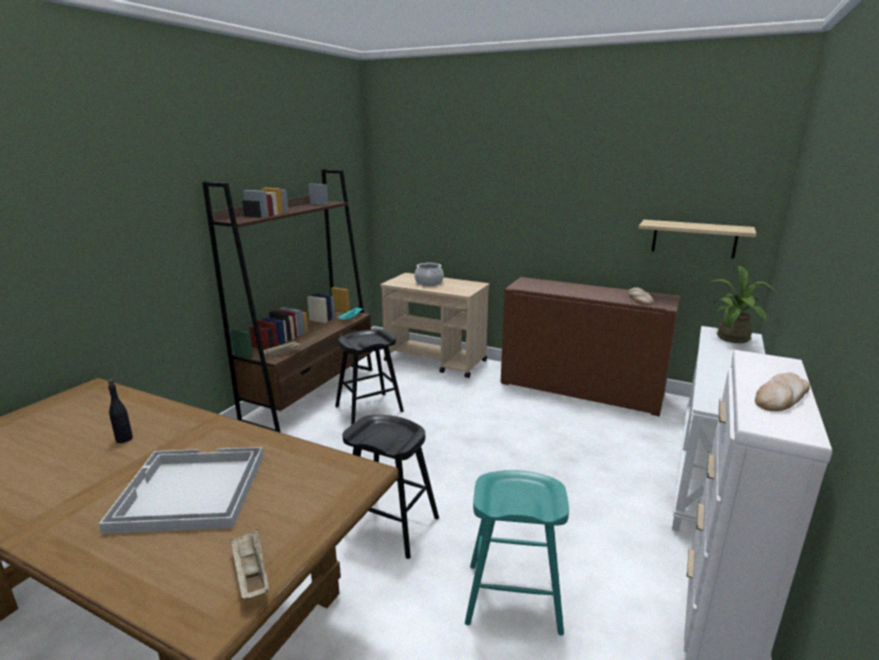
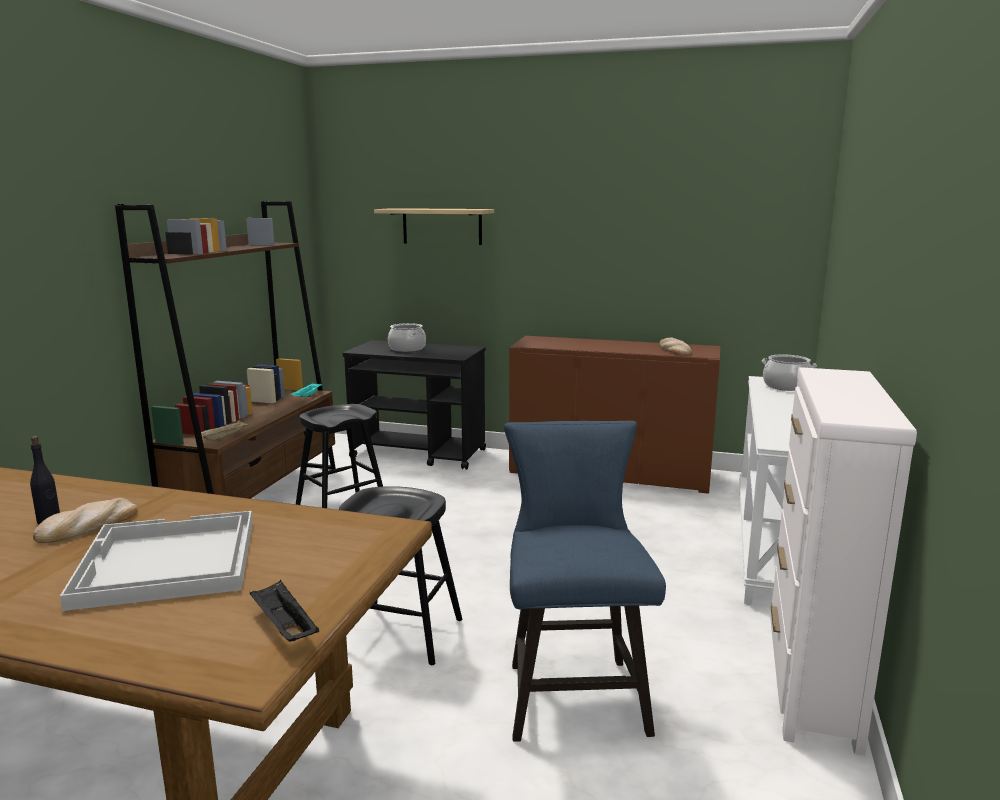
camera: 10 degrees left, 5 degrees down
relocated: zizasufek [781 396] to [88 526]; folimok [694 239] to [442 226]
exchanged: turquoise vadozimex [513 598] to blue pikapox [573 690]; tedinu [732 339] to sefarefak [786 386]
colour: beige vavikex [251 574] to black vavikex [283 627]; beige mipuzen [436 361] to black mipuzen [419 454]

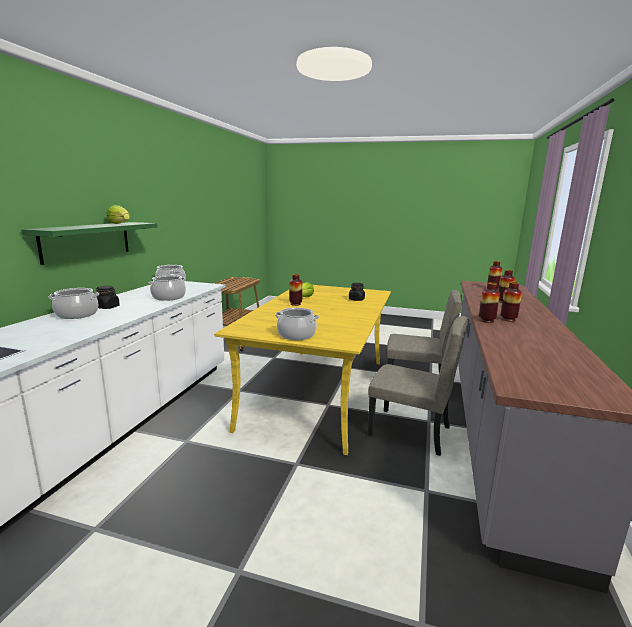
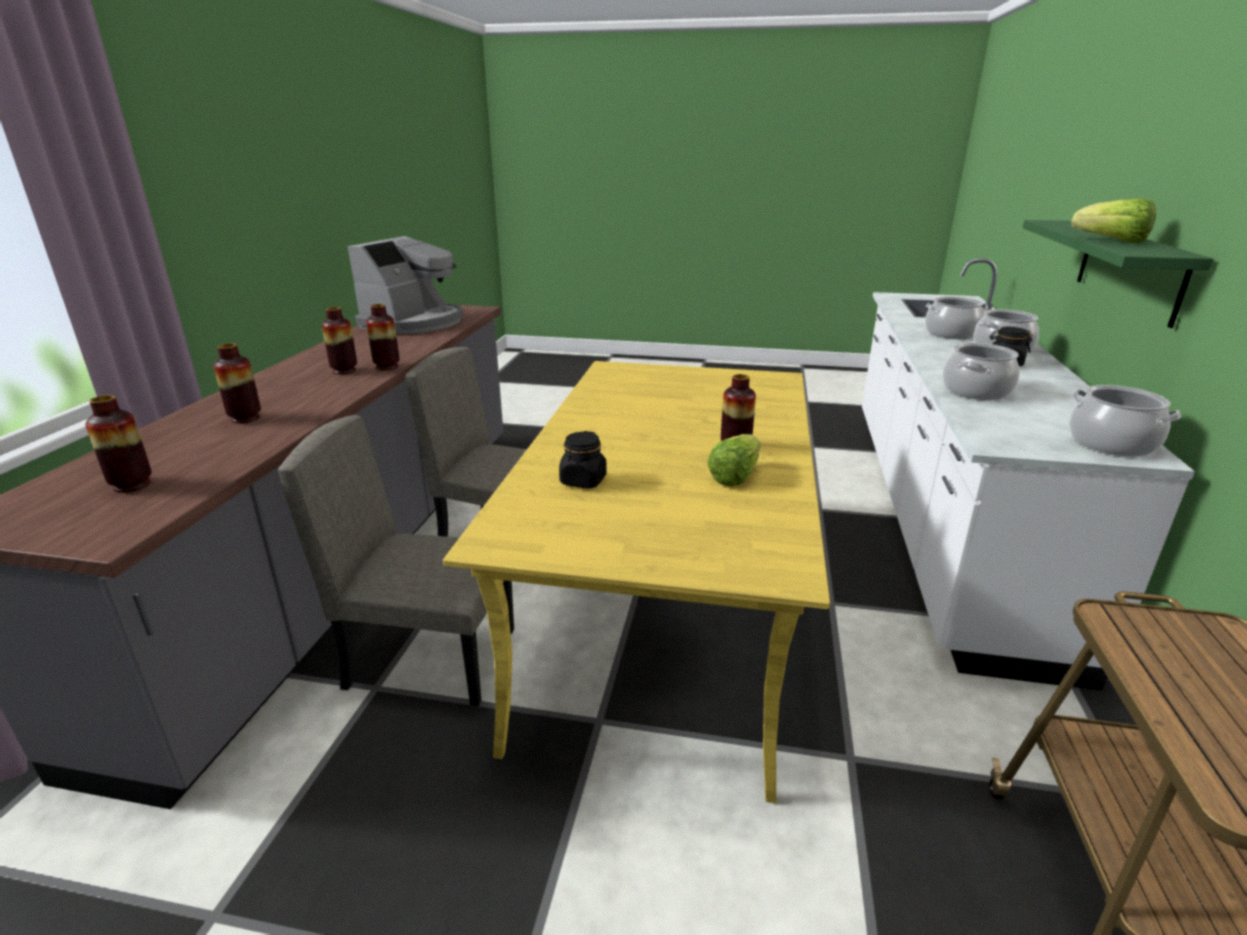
camera: 175 degrees right, 10 degrees up
appeared: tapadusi [414 323]
relocated: sefarefak [296 335] to [951 334]

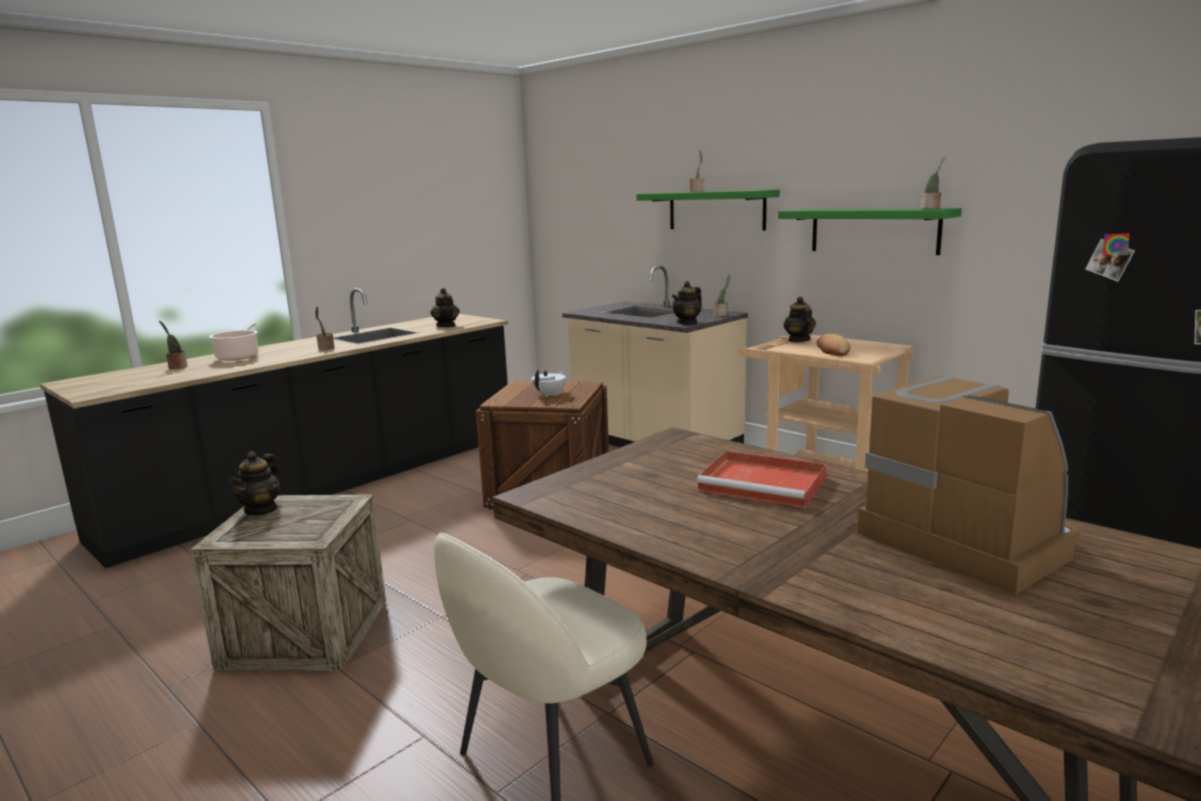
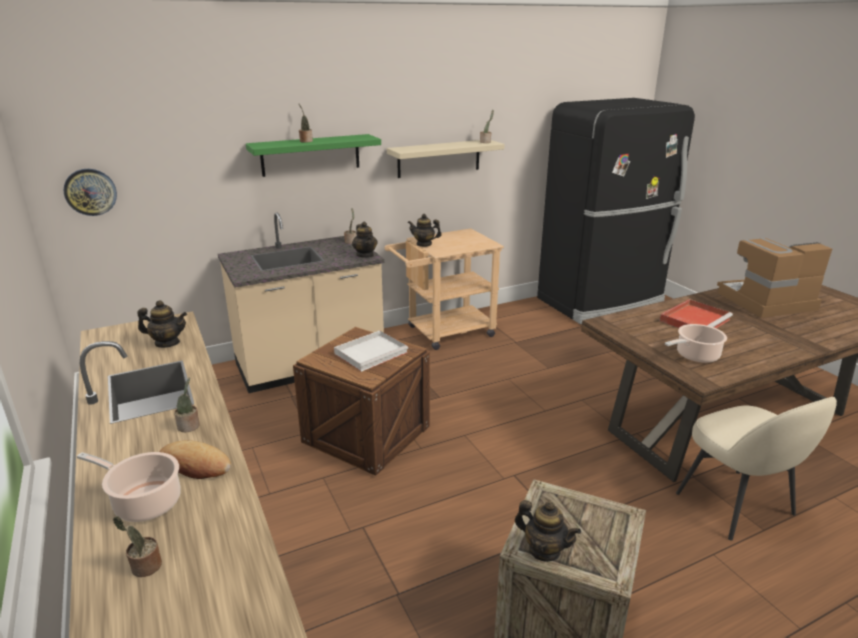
camera: 70 degrees left, 10 degrees up
appeared: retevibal [90 192]; sefarefak [695 356]
relocated: zizasufek [832 350] to [194 465]
exchanged: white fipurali [550 394] to white vavikex [372 352]
colour: green folimok [874 230] to beige folimok [439 158]

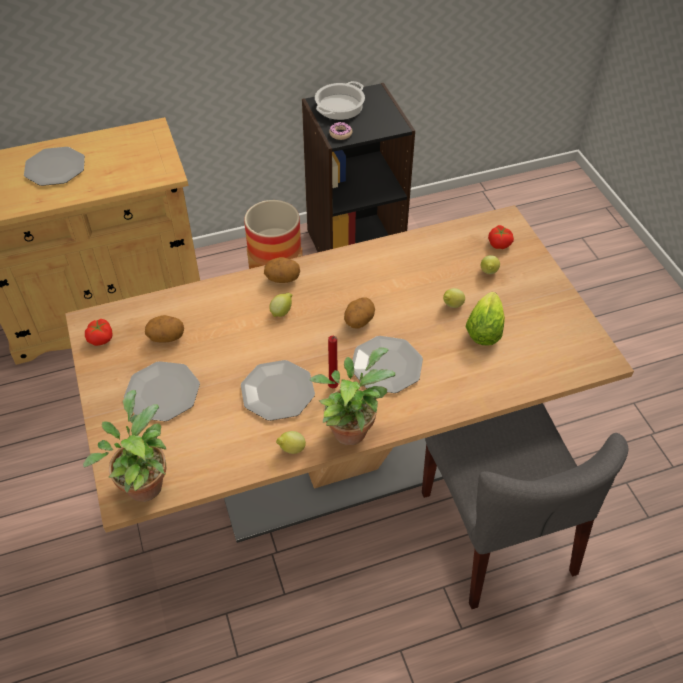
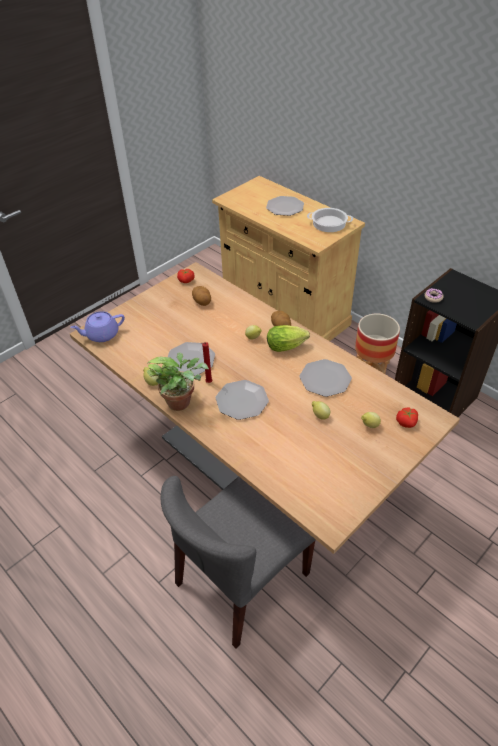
camera: 65 degrees right, 5 degrees down
missing: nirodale [359 321]
relocated: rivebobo [485 328] to [288 346]; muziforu [162 392] to [325 379]; sefarefak [340 106] to [328 224]
exchanged: tedinu [143 482] to purple fipurali [101 335]

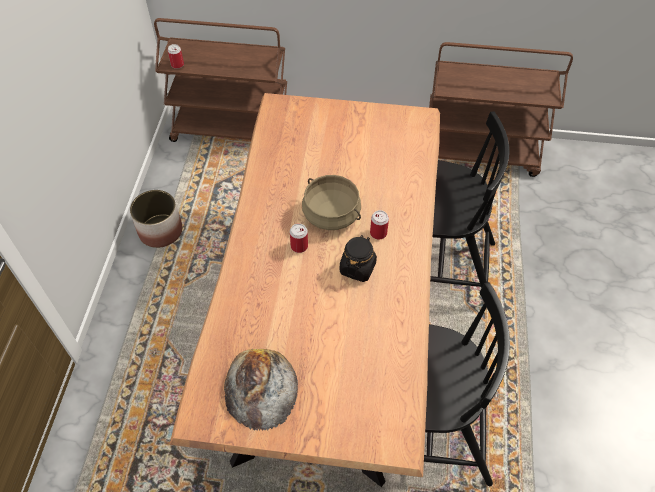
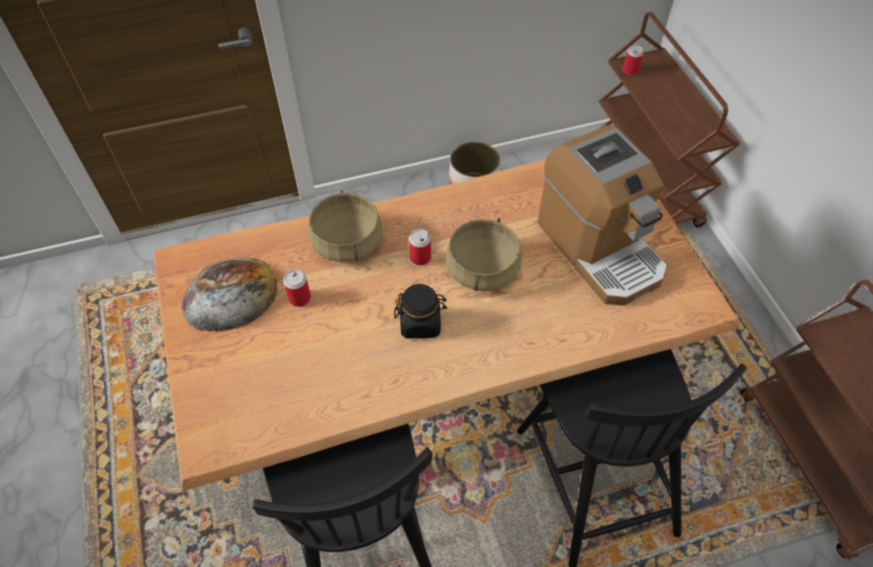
camera: 65 degrees right, 0 degrees up
appeared: beige sefarefak [348 242]; tapadusi [599 248]
relocated: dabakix [378 233] to [299 298]

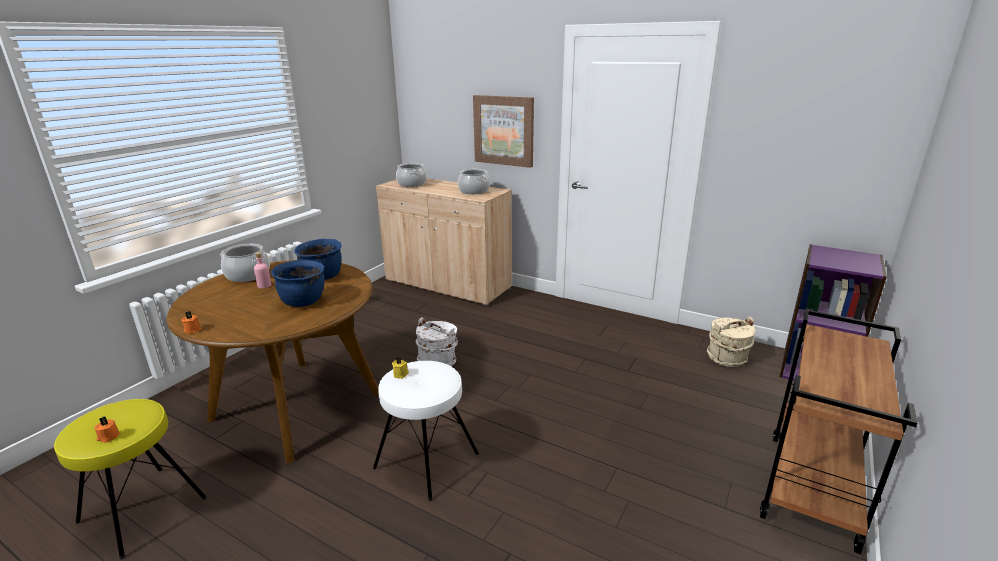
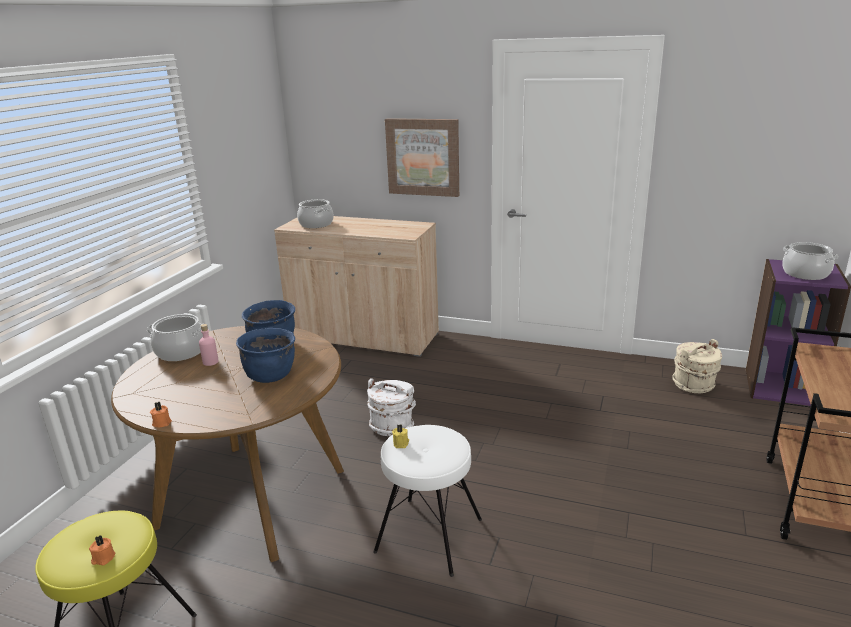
camera: 10 degrees left, 0 degrees up
relocated: sefarefak [473 191] to [805 274]

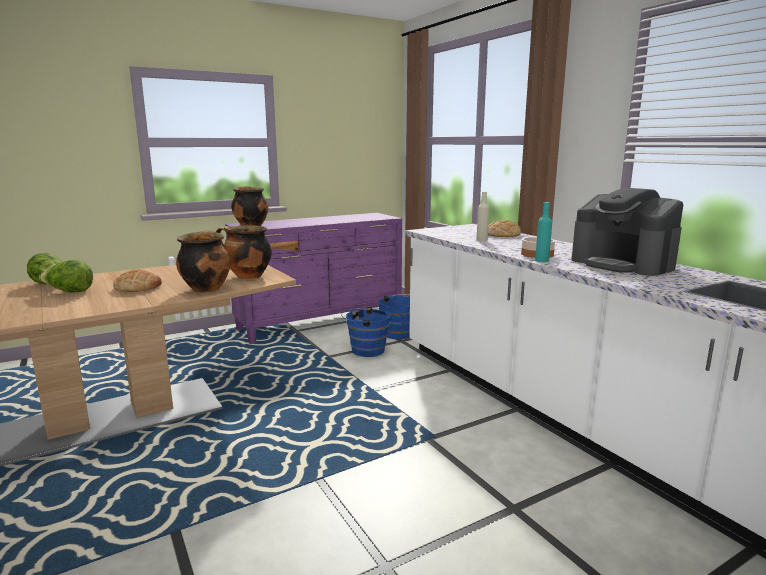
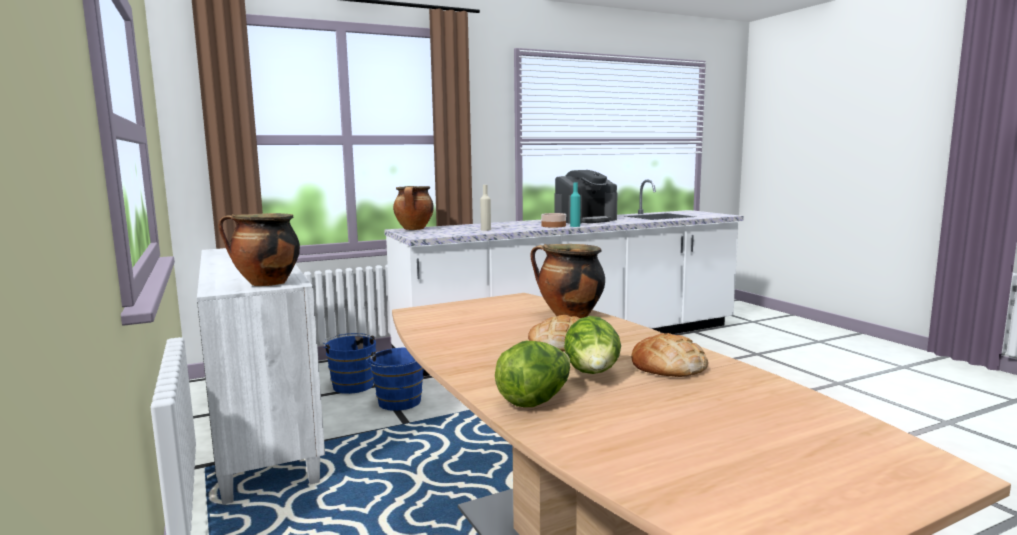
camera: 85 degrees left, 5 degrees down
relocated: sefarefak [247 277] to [414 229]; zizasufek [502 235] to [668 366]
colour: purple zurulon [321 323] to white zurulon [263 431]

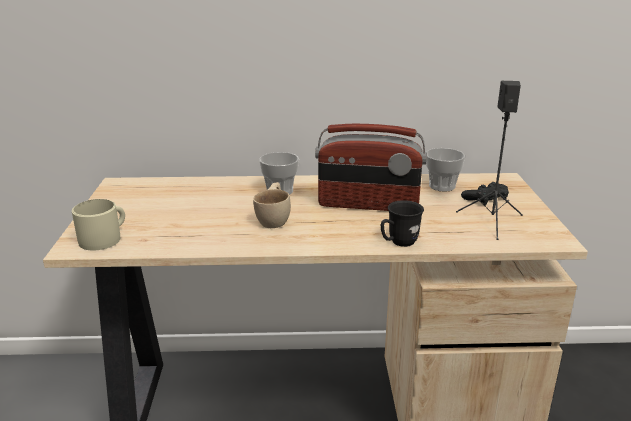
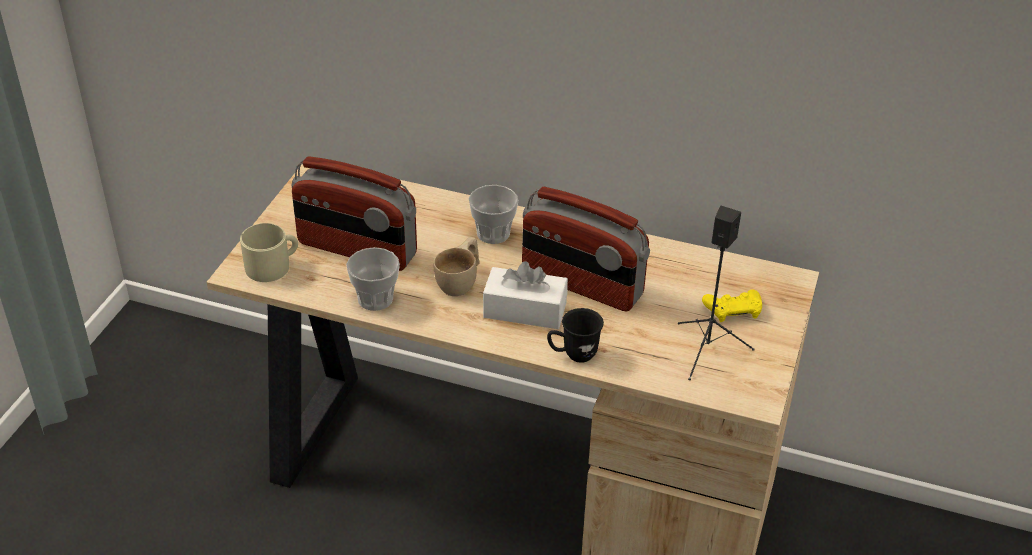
camera: 20 degrees right, 15 degrees up
appeared: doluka [356 249]; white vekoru [525 310]
relocated: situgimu [442 186] to [375 299]
colour: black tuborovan [485 198] to yellow tuborovan [733 310]

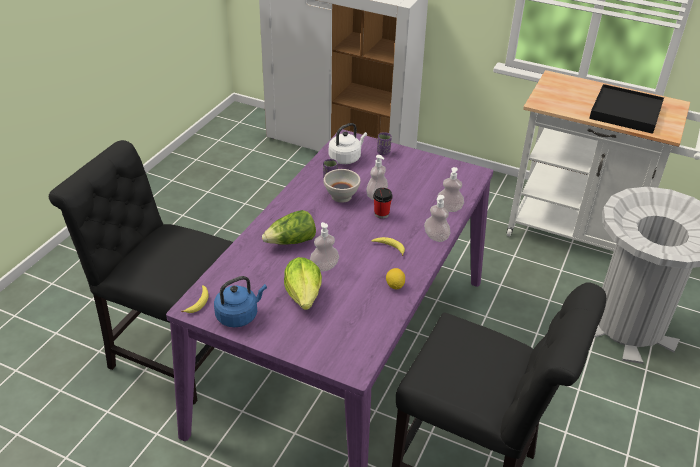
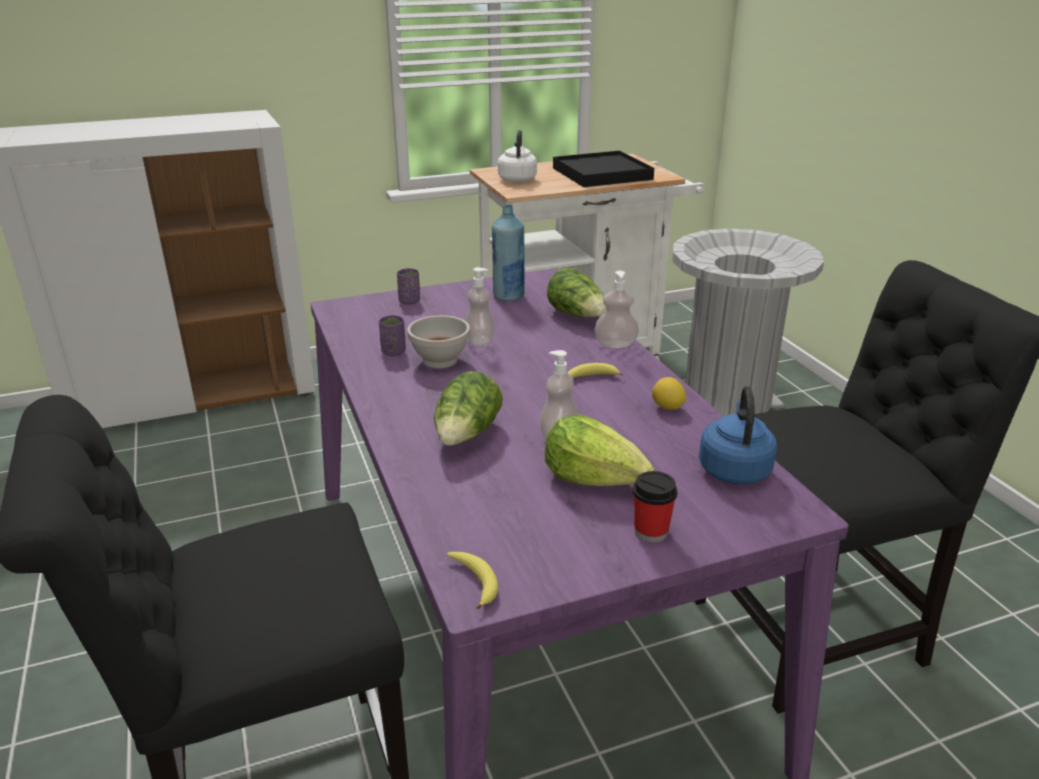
camera: 45 degrees left, 10 degrees down
appeared: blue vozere [508 296]
relocated: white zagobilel [346 158] to [517 179]; situgimu [381 214] to [651 531]; blue zagobilel [239 315] to [734 468]
exchanged: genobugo [449 208] to rivebobo [577 315]

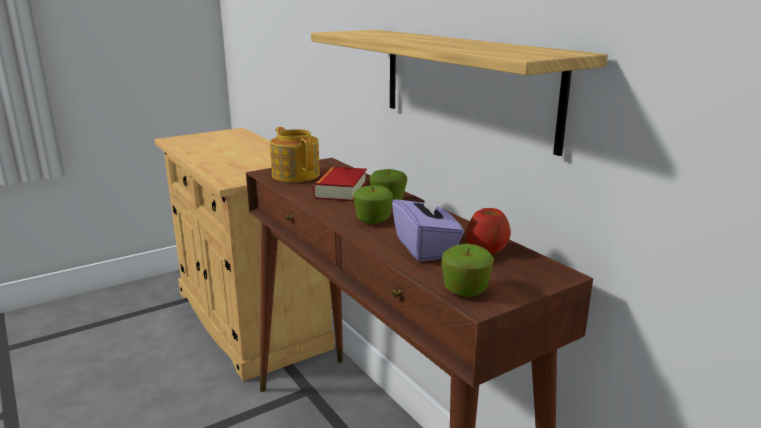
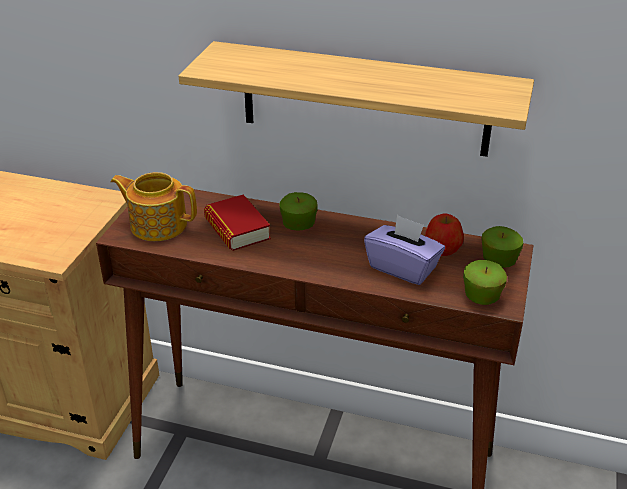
camera: 40 degrees left, 15 degrees up
relocated: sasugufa [373 220] to [498 261]

